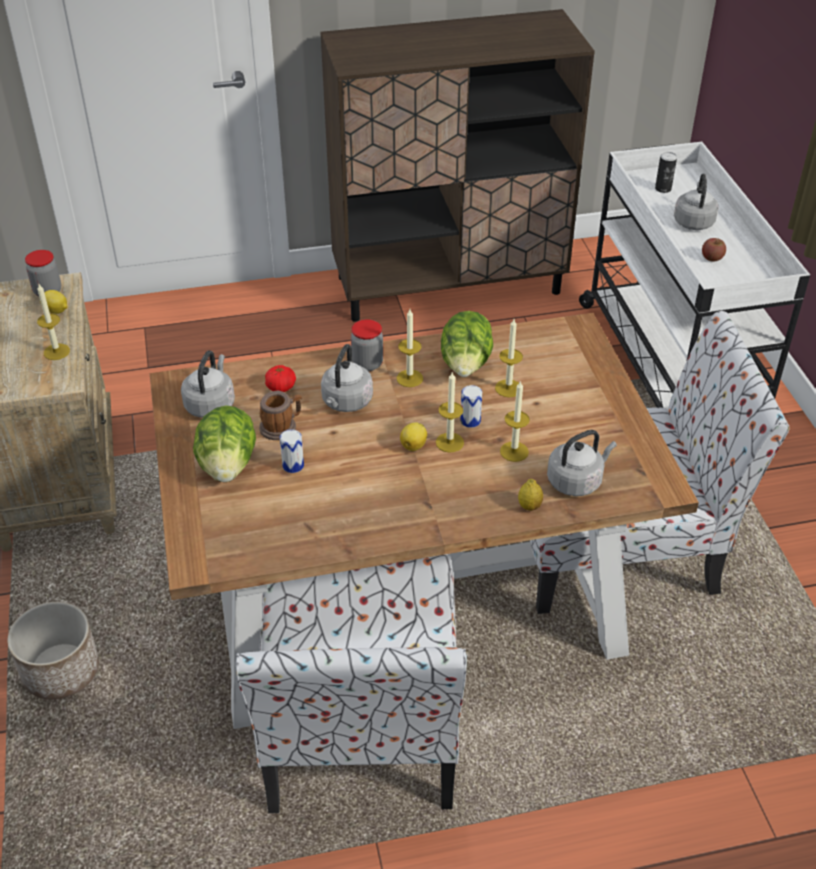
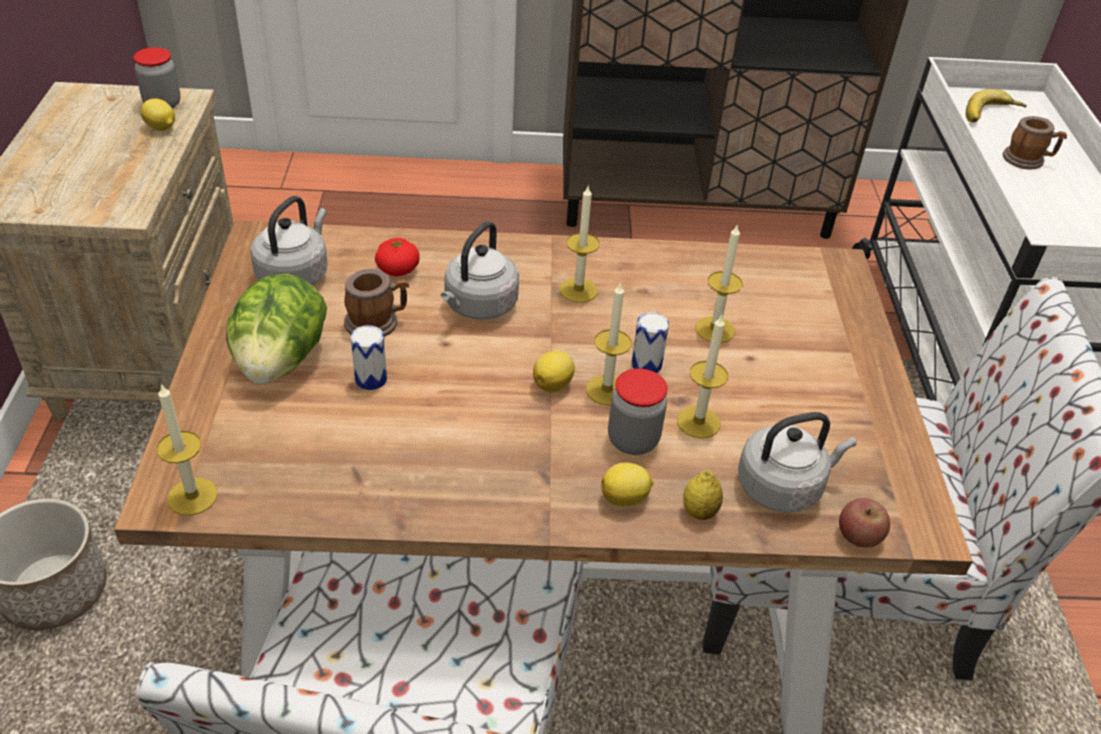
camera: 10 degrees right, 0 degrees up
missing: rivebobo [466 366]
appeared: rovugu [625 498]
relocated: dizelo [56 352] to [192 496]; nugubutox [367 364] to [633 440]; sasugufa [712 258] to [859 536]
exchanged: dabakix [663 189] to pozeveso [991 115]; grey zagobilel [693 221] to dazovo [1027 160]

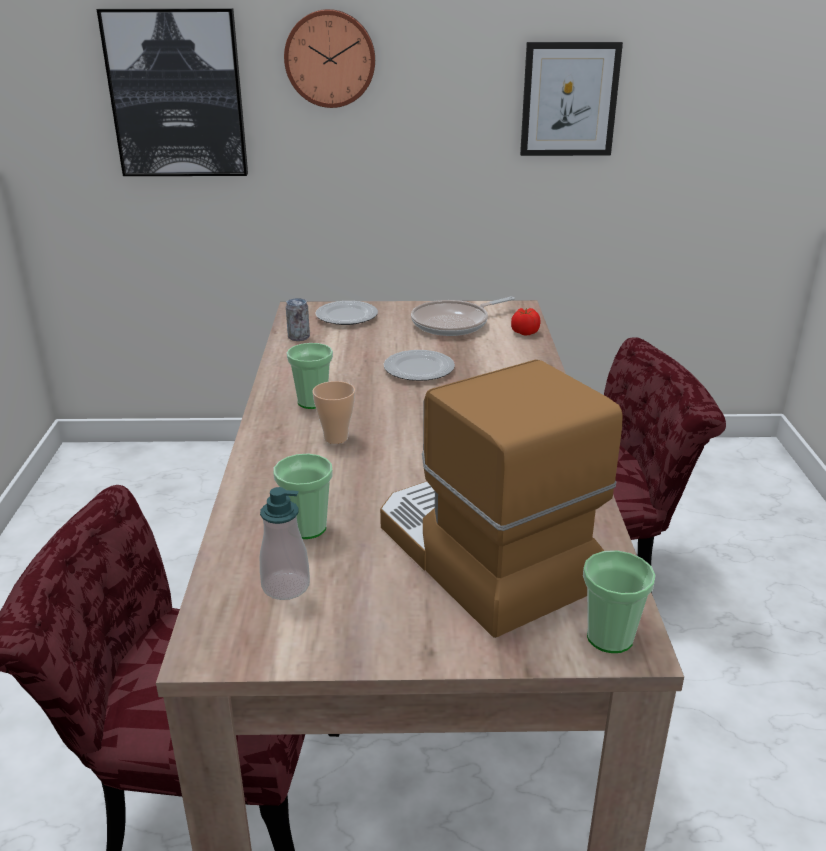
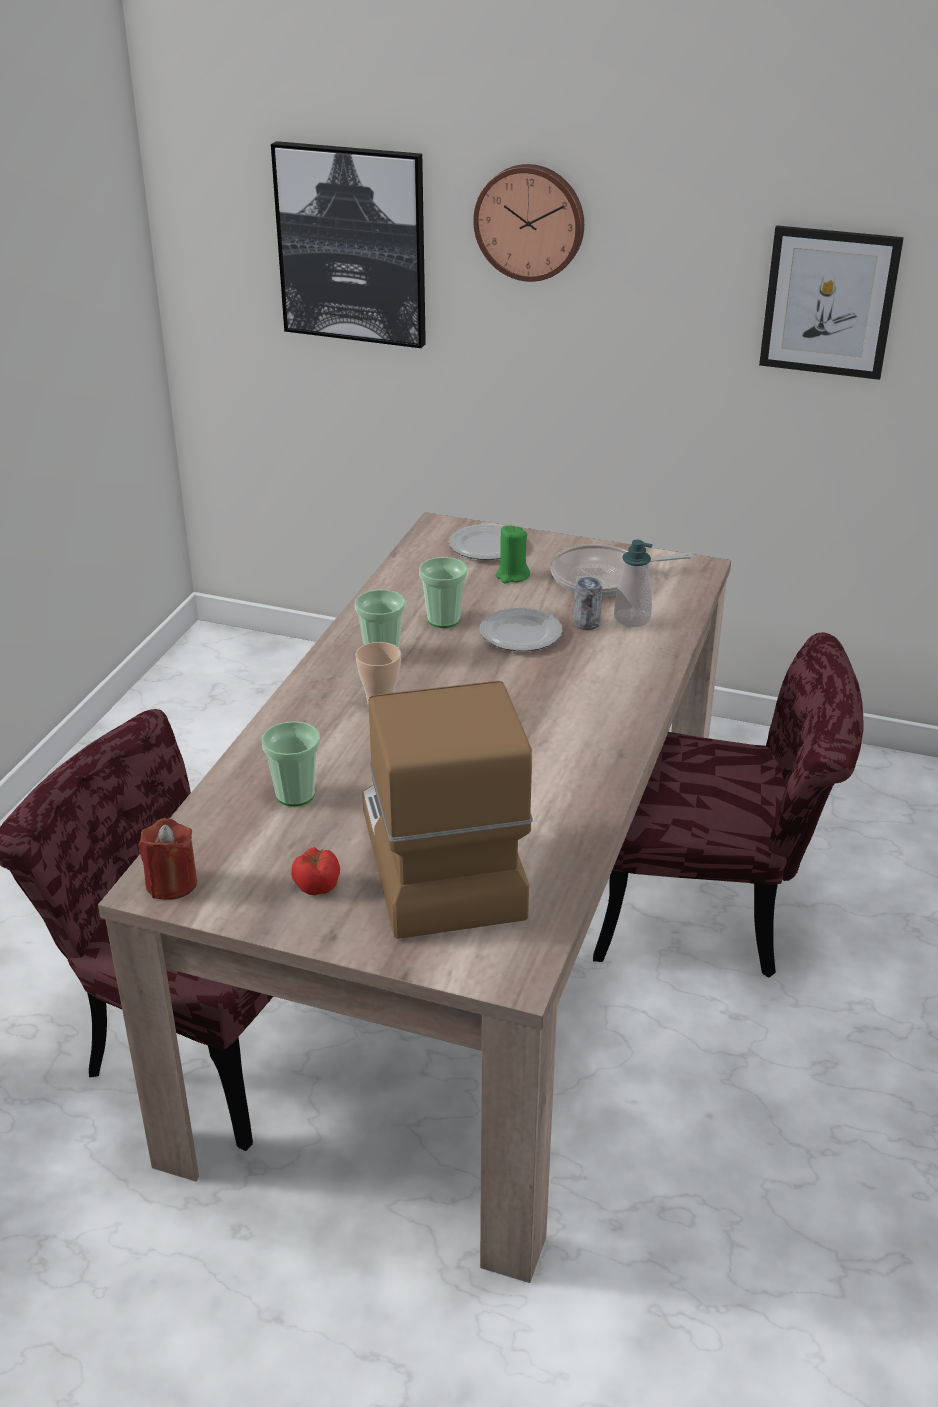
camera: 20 degrees right, 5 degrees up
appeared: red dizelo [171 883]; green dizelo [512 576]
relocated: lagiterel [524 332] to [316 886]; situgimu [609 637] to [443 620]; dabakix [298 337] to [586 624]; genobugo [286 586] to [632 619]

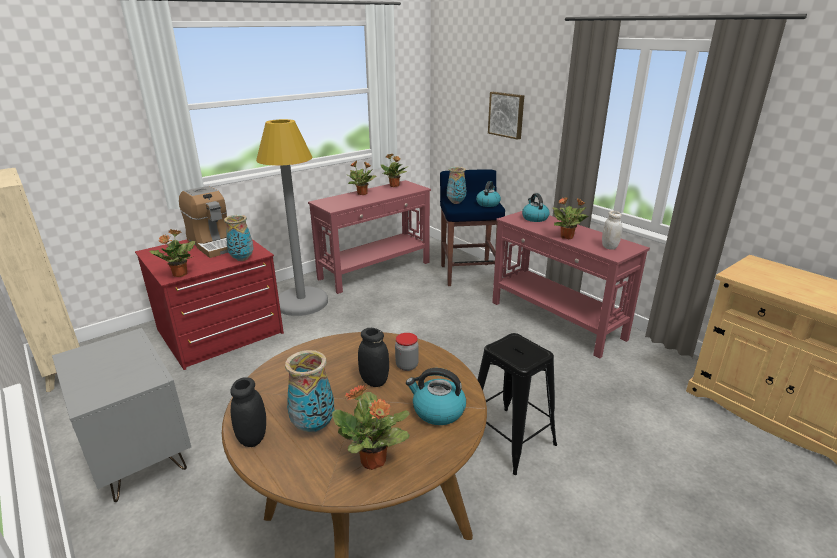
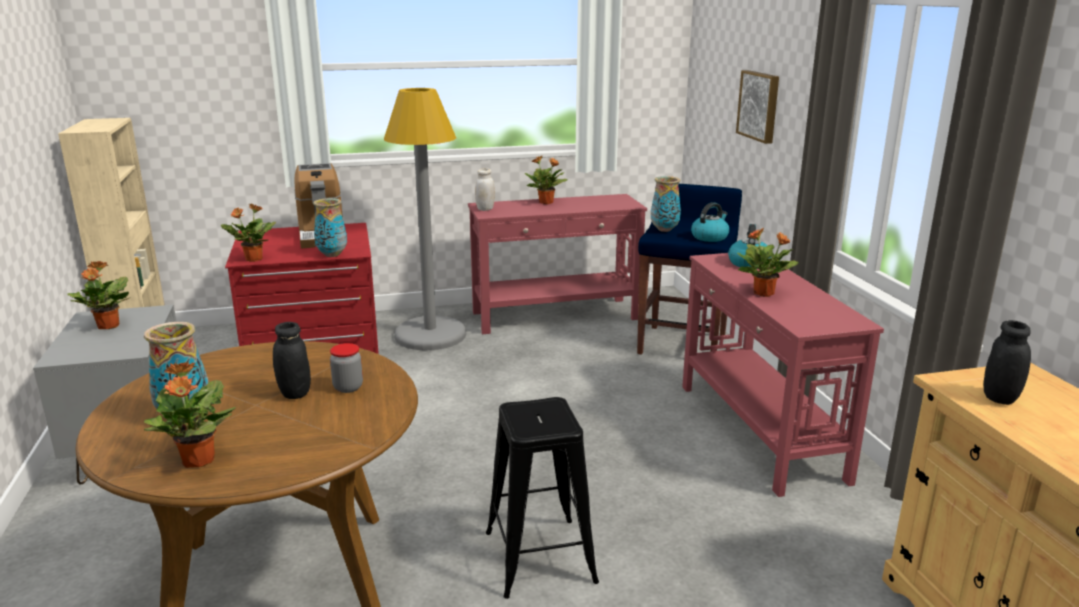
camera: 25 degrees right, 5 degrees down
missing: zagobilel [437 411]
relocated: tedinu [394 186] to [108 326]; white nugubutox [609 247] to [485 209]; black nugubutox [253 438] to [1000 398]

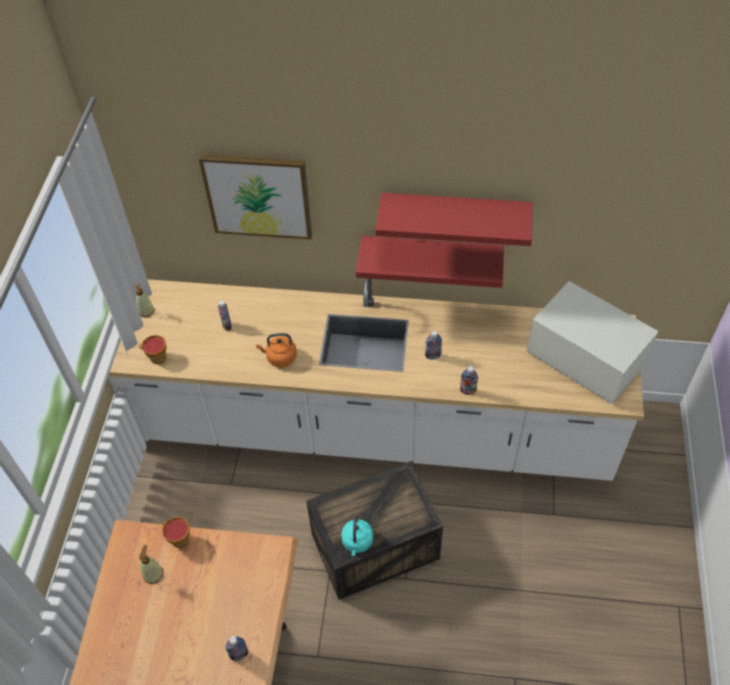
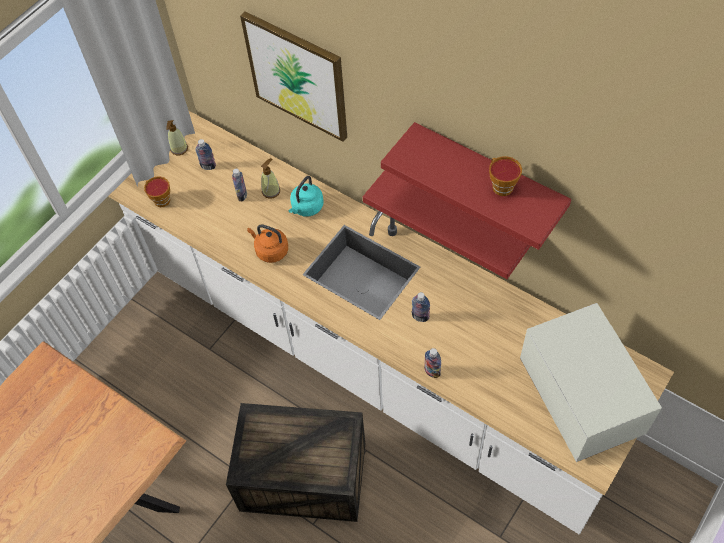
camera: 30 degrees right, 5 degrees up
relocated: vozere [239 654] to [208 166]; genobugo [153 574] to [271 191]; turquoise zagobilel [357 542] to [306 208]; situgimu [178 539] to [500 186]

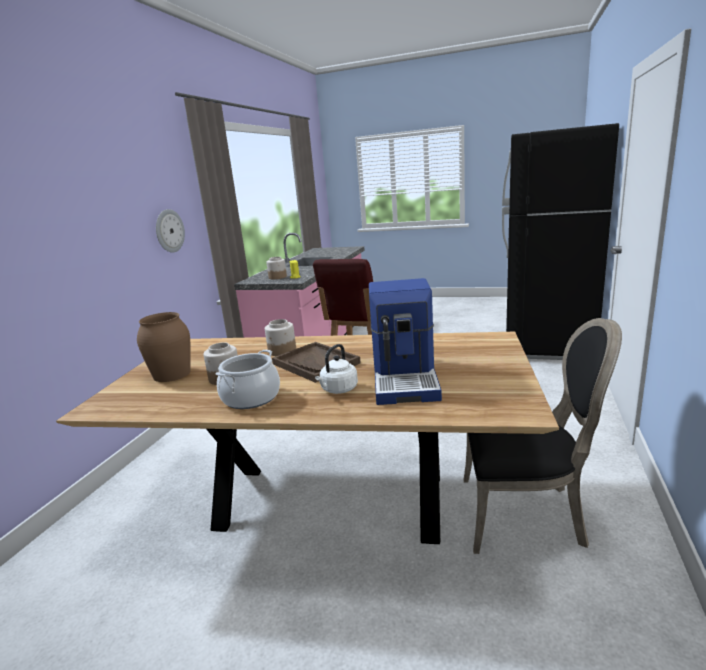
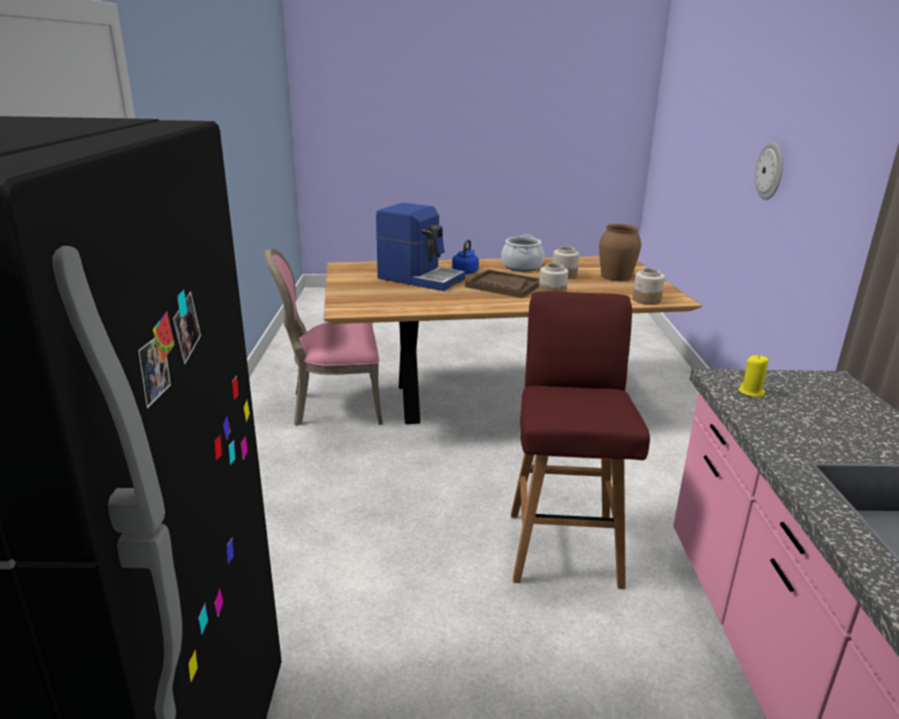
camera: 160 degrees right, 5 degrees up
relocated: nugubutox [278 277] to [646 300]; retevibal [169 231] to [770 171]
colour: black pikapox [526 514] to pink pikapox [333 406]; white zagobilel [338 390] to blue zagobilel [465 271]
spun: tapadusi [406 378] = [420 278] 135 degrees clockwise

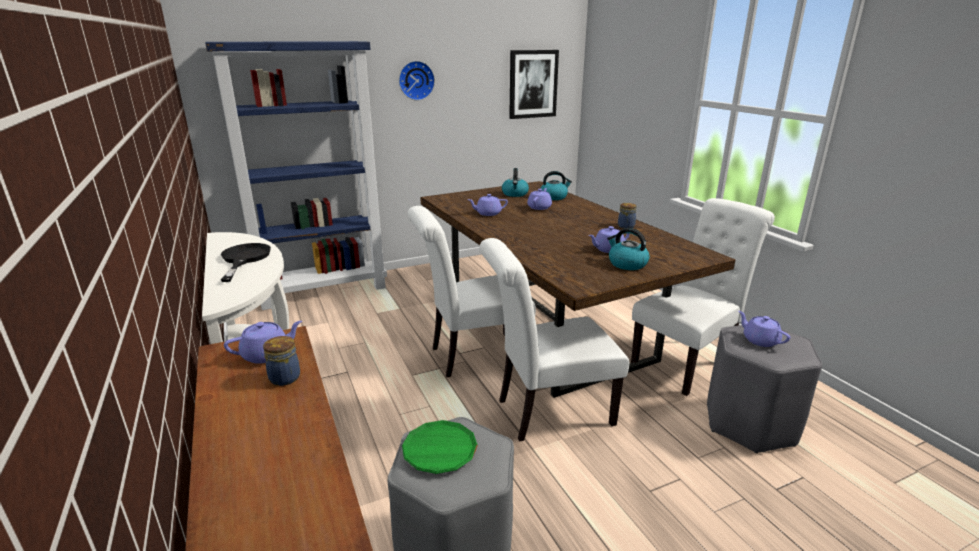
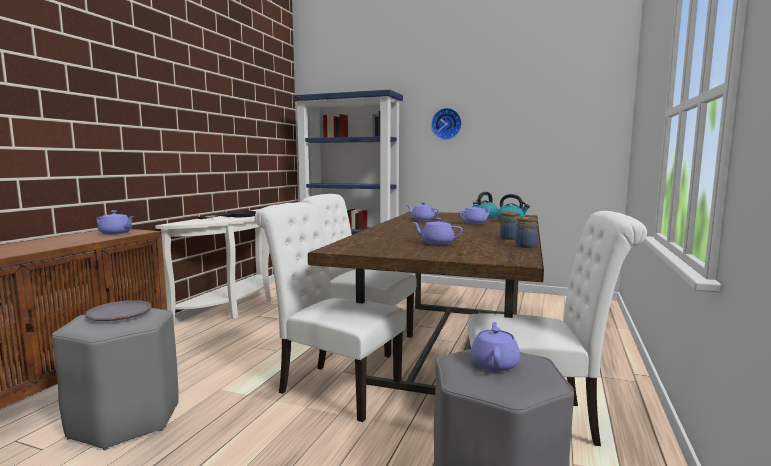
camera: 45 degrees right, 15 degrees down
missing: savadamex [533 84]; zagobilel [626 264]
relocated: nugubutox [285 377] to [526 246]
colour: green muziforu [440 451] to grey muziforu [119 315]

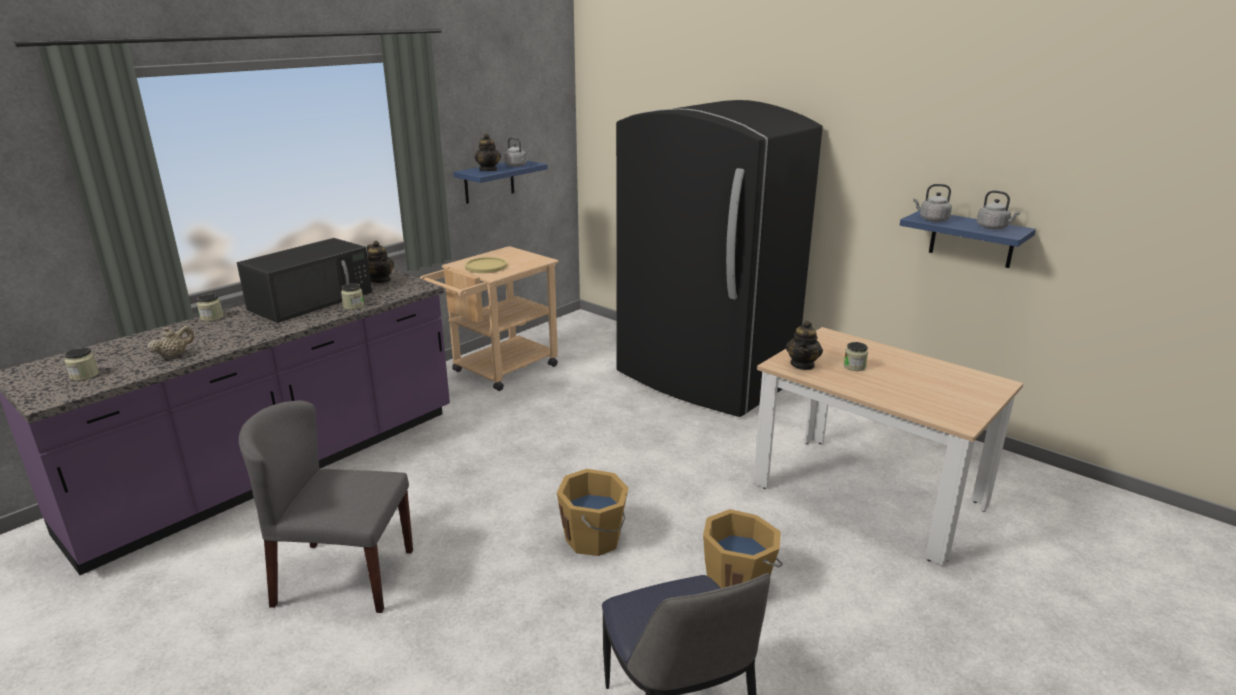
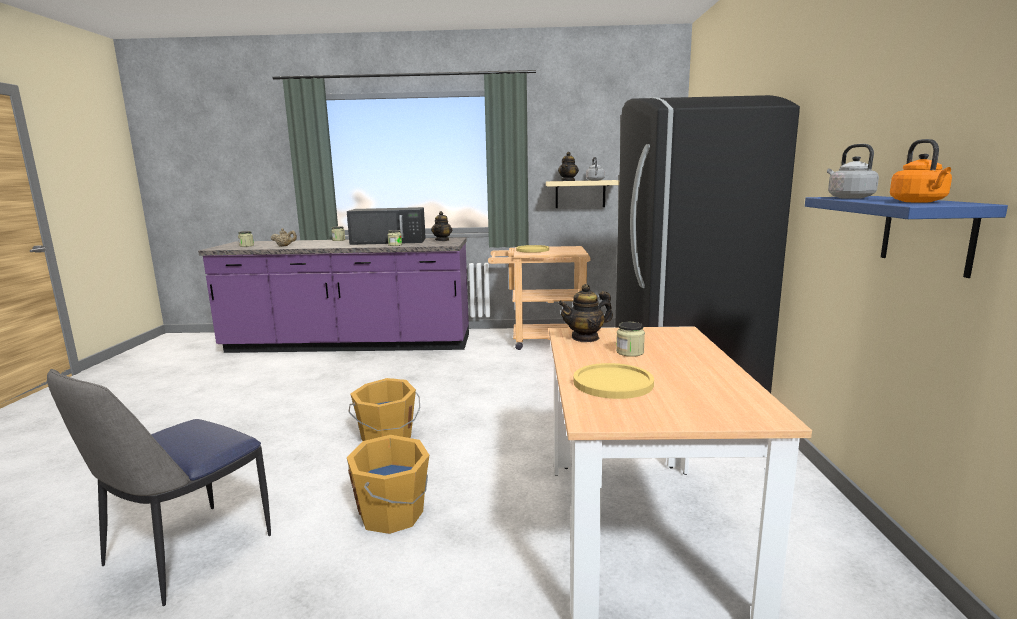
camera: 50 degrees right, 10 degrees down
missing: grey pikapox [343 577]
appeared: yellow muziforu [613 383]
colour: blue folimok [489 181] to beige folimok [580 194]; grey zagobilel [993 227] to orange zagobilel [919 202]

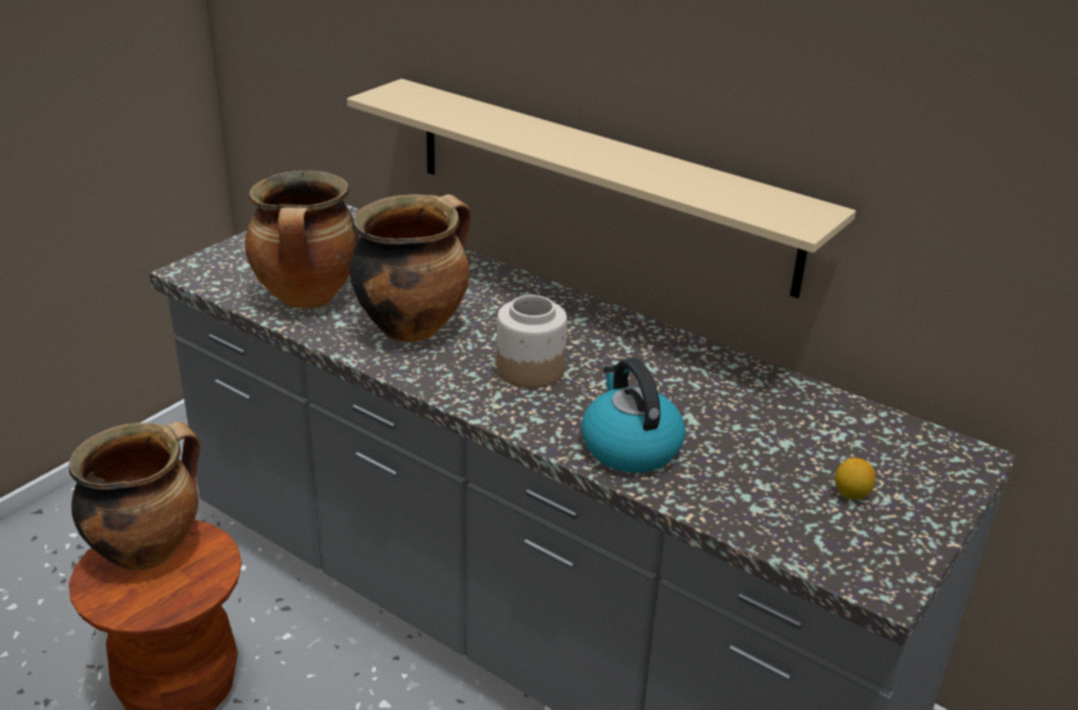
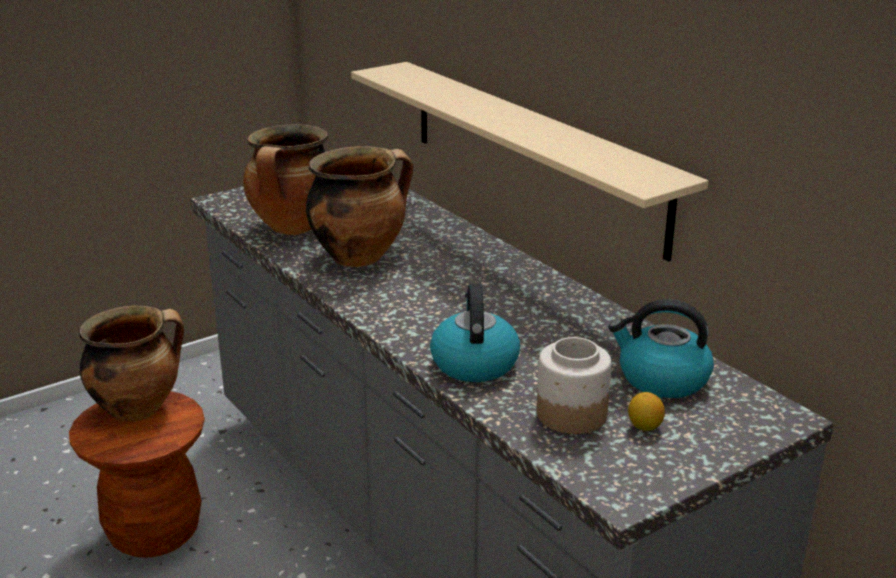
camera: 20 degrees right, 5 degrees down
appeared: zagobilel [661 379]
relocated: nugubutox [529 370] to [570 415]

